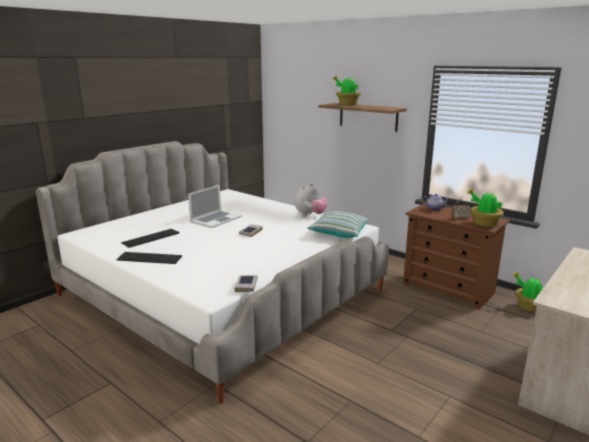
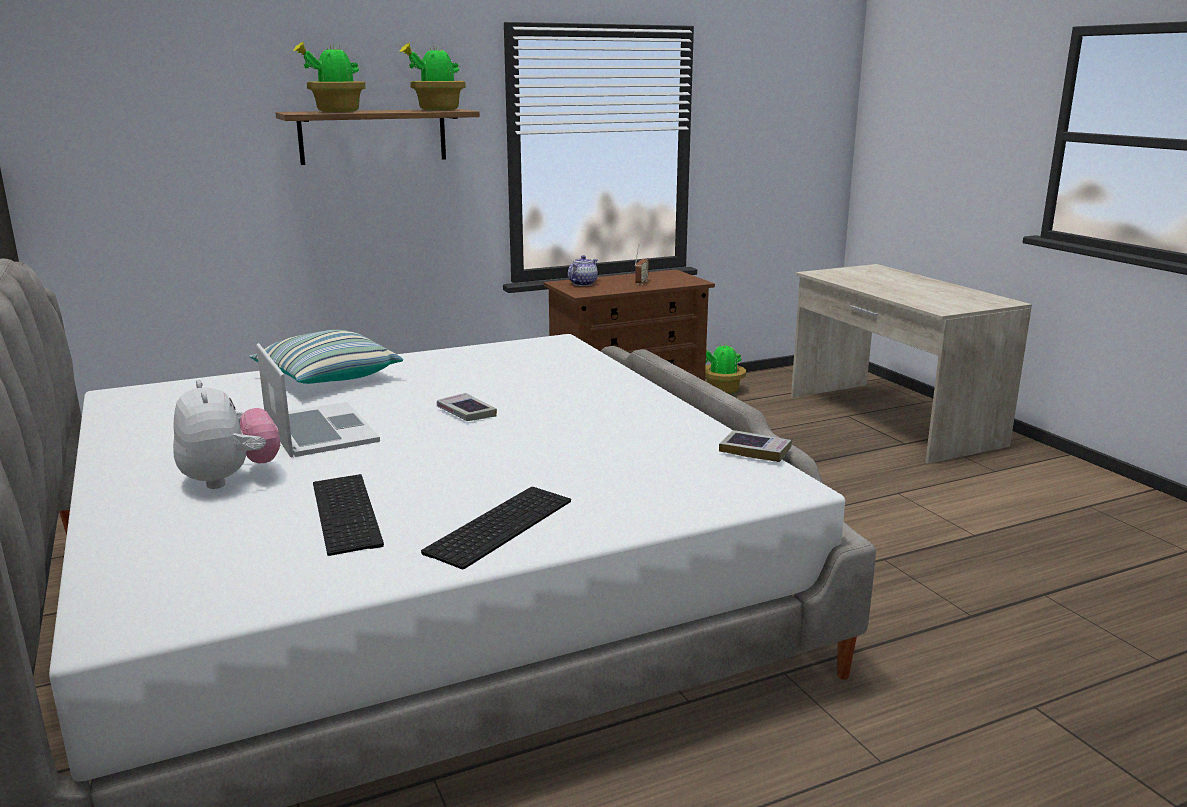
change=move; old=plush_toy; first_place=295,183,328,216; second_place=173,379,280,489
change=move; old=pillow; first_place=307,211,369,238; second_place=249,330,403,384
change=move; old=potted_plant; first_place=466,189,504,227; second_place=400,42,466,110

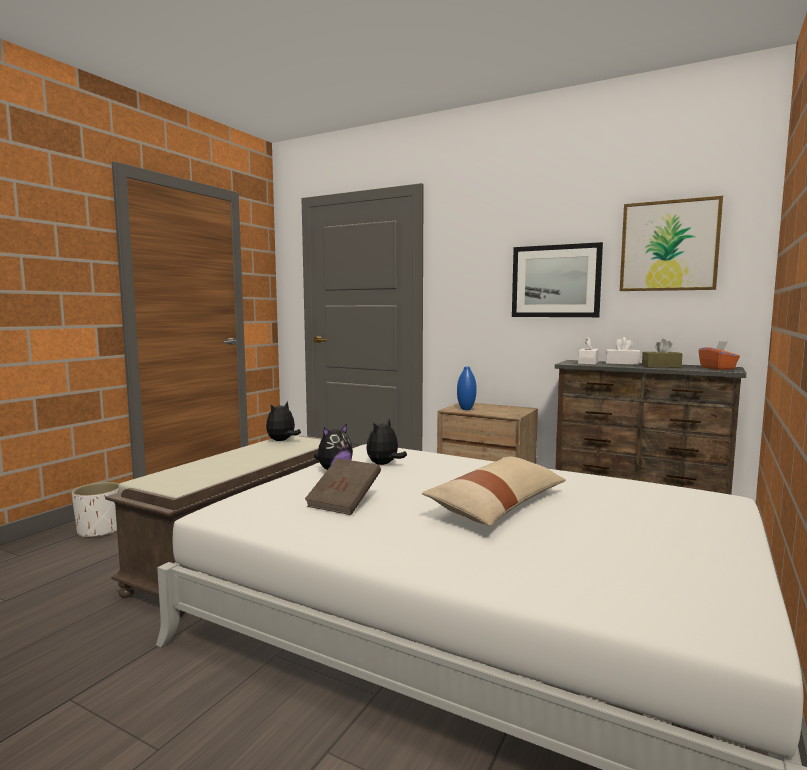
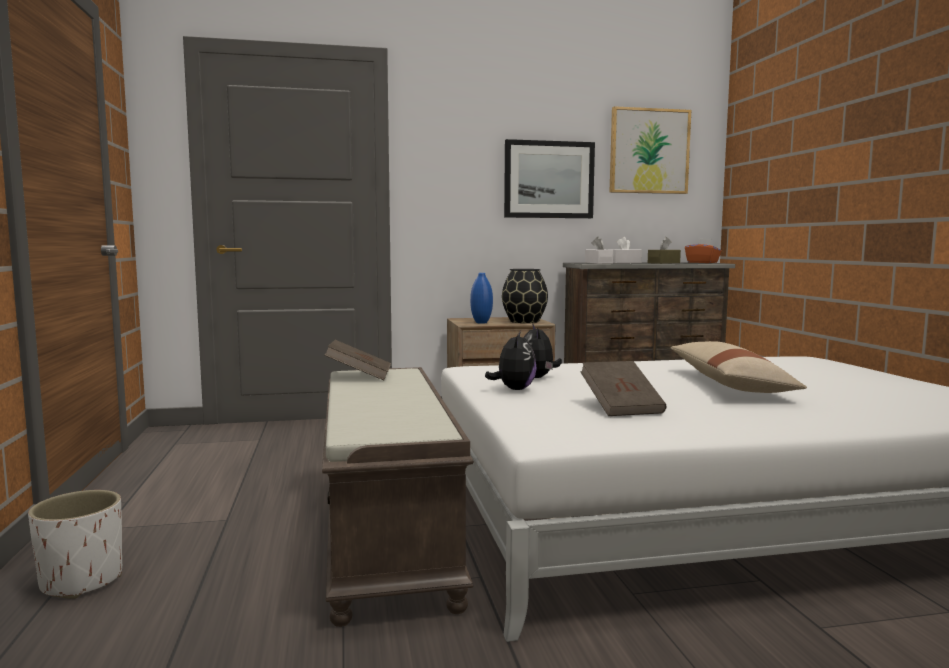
change=replace; old=plush_toy; new=brown_book; first_place=266,401,301,441; second_place=324,340,391,380
change=insert; new=black_vase; second_place=502,269,548,323

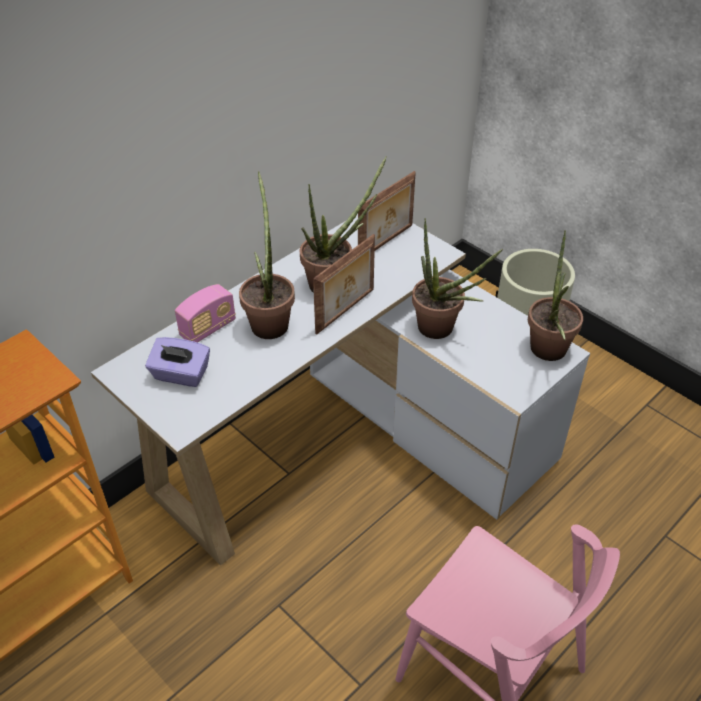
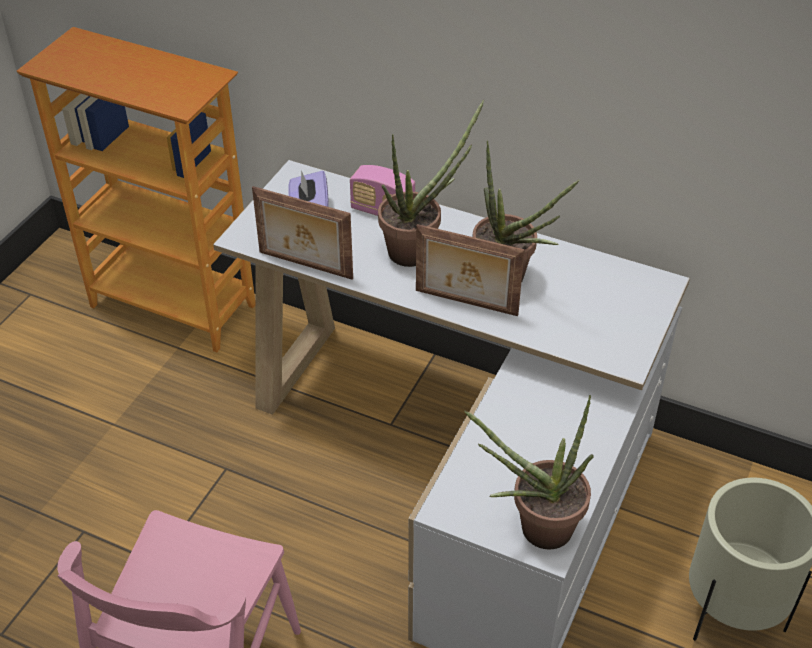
change=move; old=picture_frame; first_place=358,171,416,250; second_place=252,186,353,280
change=delete; old=potted_plant; first_place=412,218,503,339

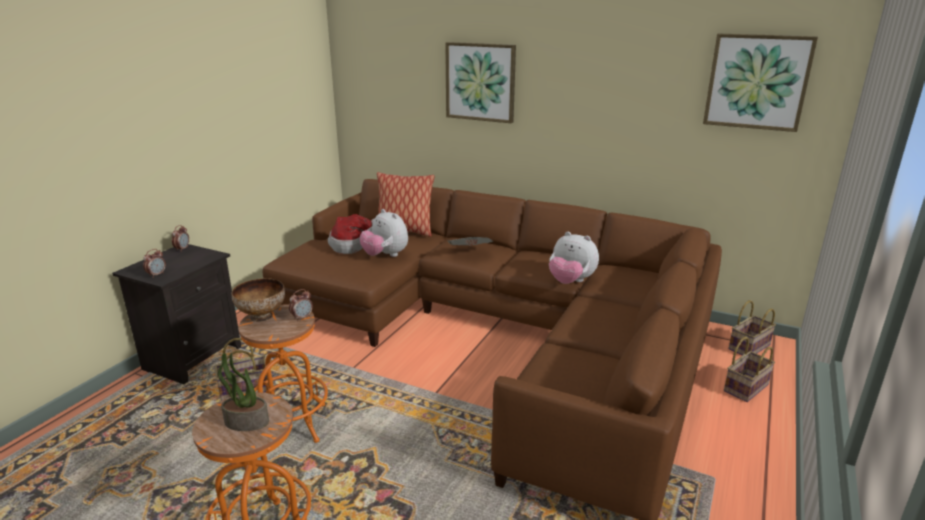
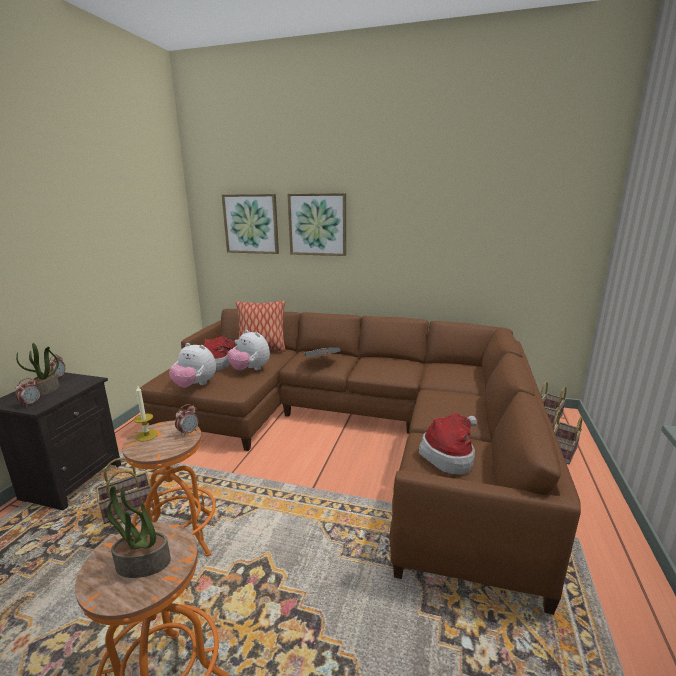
change=replace; old=bowl; new=candle; first_place=232,278,285,322; second_place=134,386,158,442
change=move; old=plush_toy; first_place=549,232,599,284; second_place=169,343,216,388
change=move; old=picture; first_place=703,34,818,132; second_place=222,194,279,254
change=insert; new=potted_plant; second_place=16,343,60,396
change=insert; new=hat; second_place=419,413,477,475

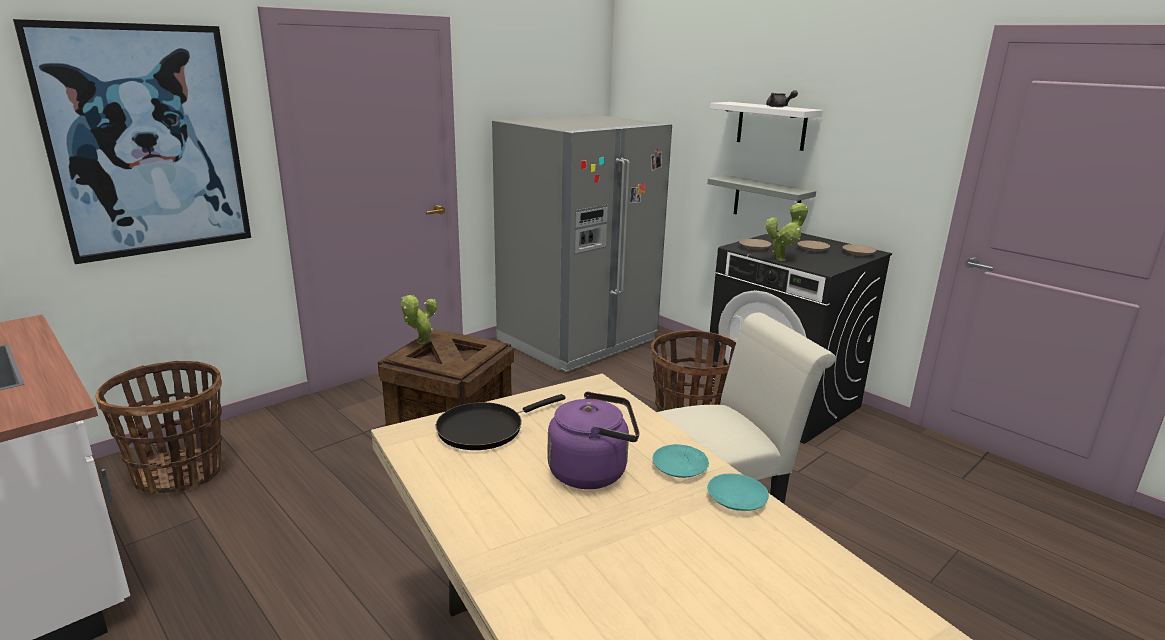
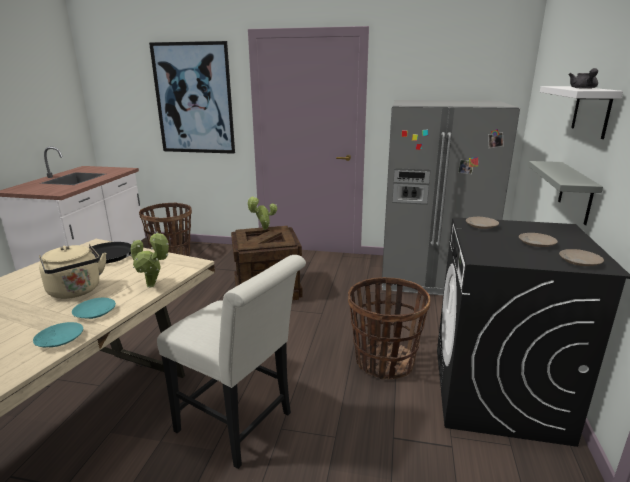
change=recolor; old=purple_kettle; new=beige_kettle; first_place=548,392,640,489; second_place=39,244,107,299
change=move; old=potted_plant; first_place=766,202,808,261; second_place=131,231,169,288

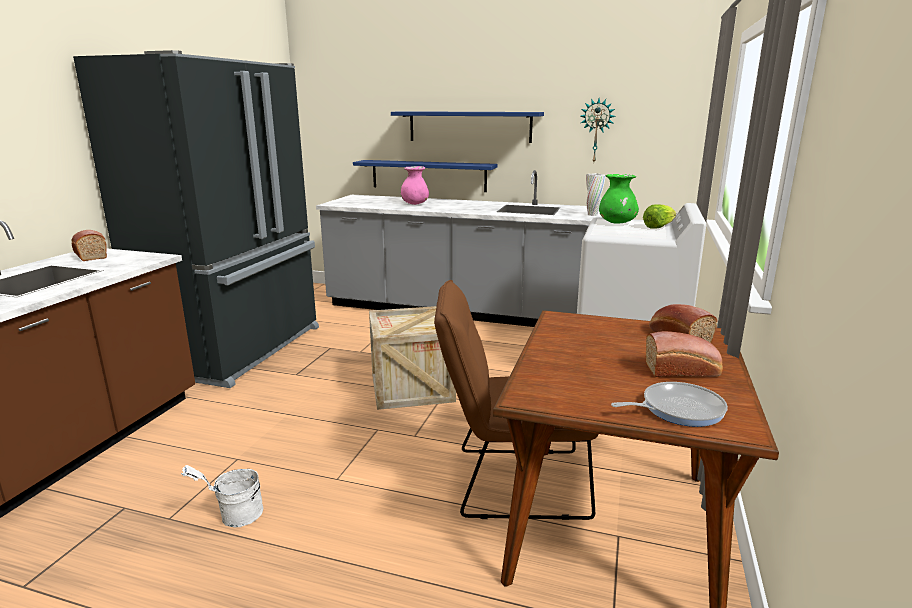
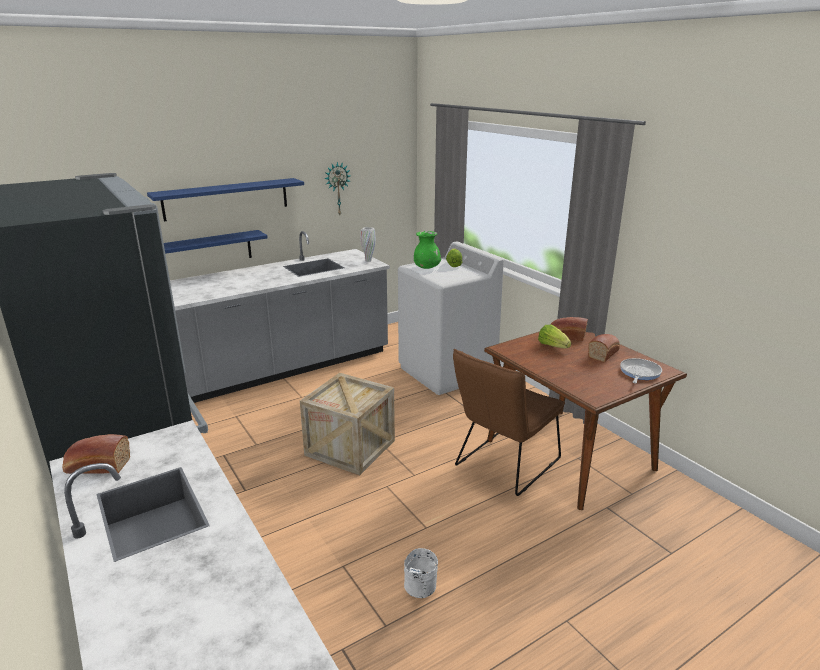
change=delete; old=pink_vase; first_place=401,166,429,205
change=insert; new=lettuce; second_place=538,325,571,348

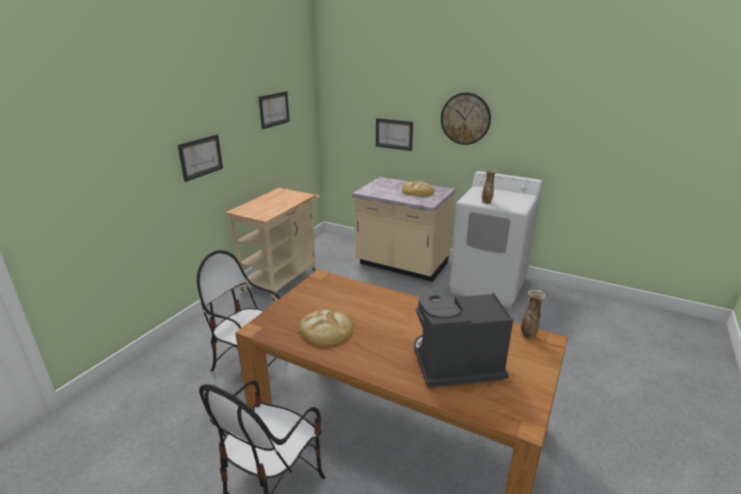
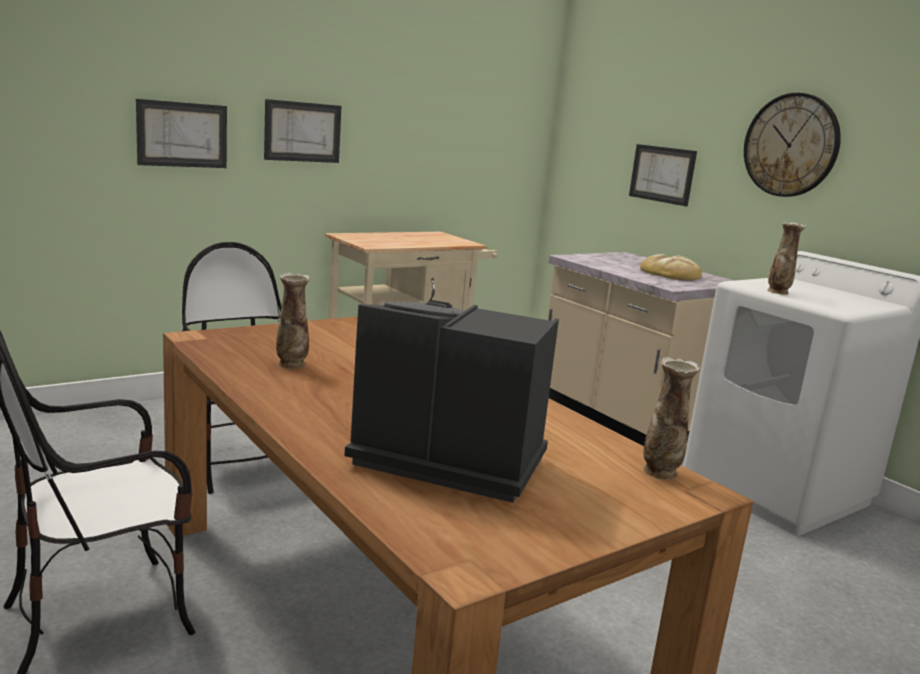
change=move; old=picture; first_place=259,91,290,129; second_place=136,99,227,168
change=replace; old=bread; new=vase; first_place=298,310,353,346; second_place=276,273,310,369

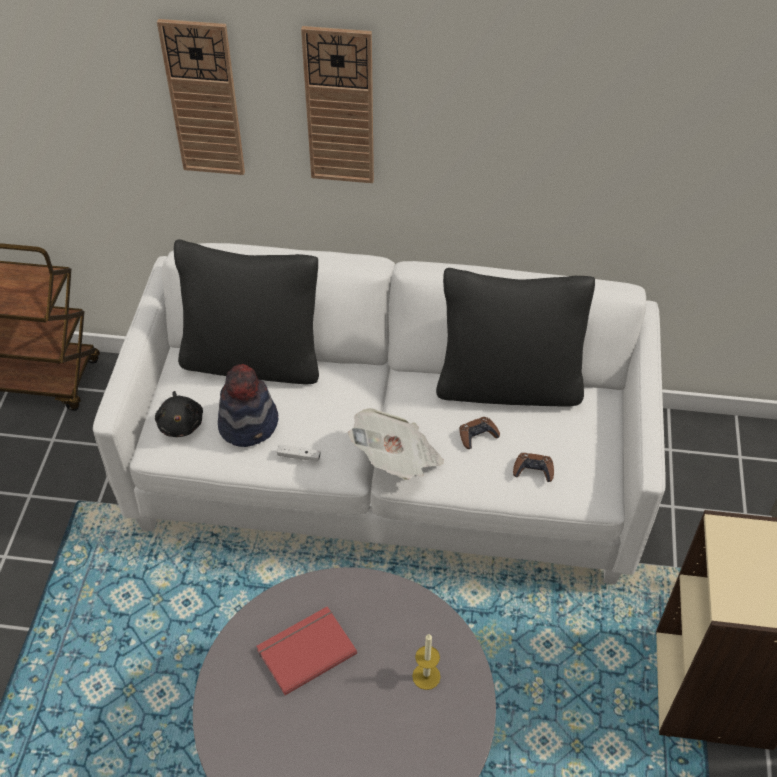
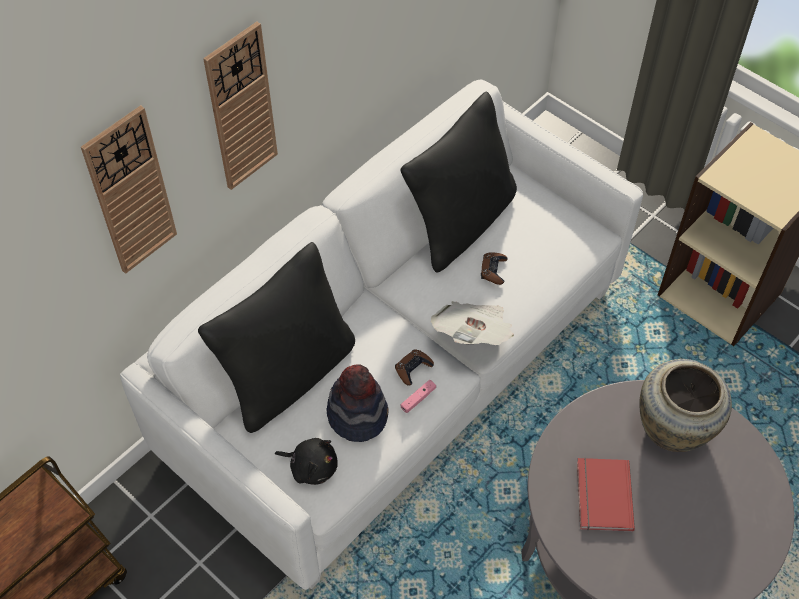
change=recolor; old=white_game_controller; new=pink_game_controller; first_place=277,444,321,461; second_place=401,380,436,413
change=replace; old=candle; new=beige_vase; first_place=412,634,441,690; second_place=639,359,732,452
change=move; old=brown_game_controller; first_place=513,453,554,482; second_place=395,349,434,386

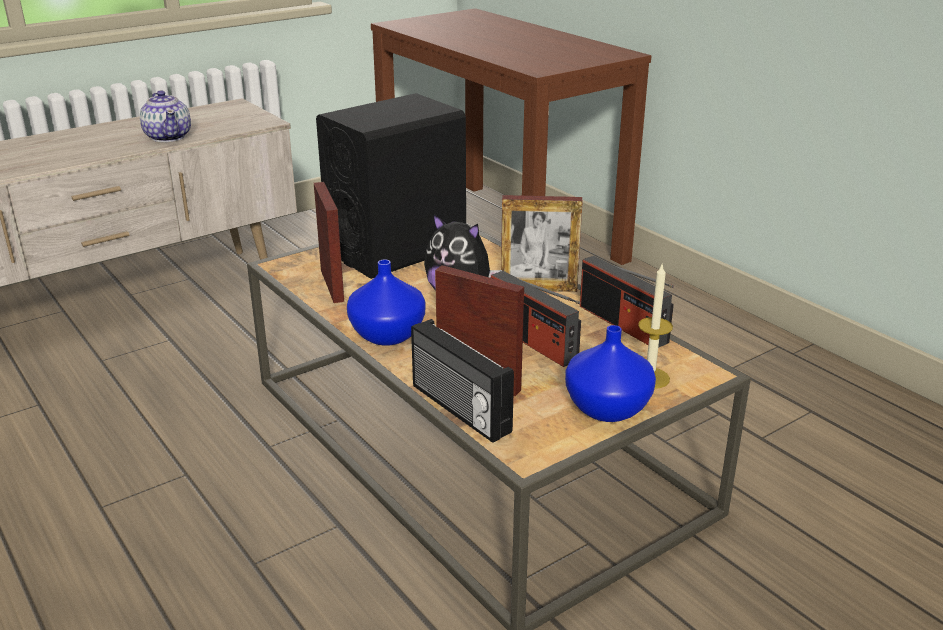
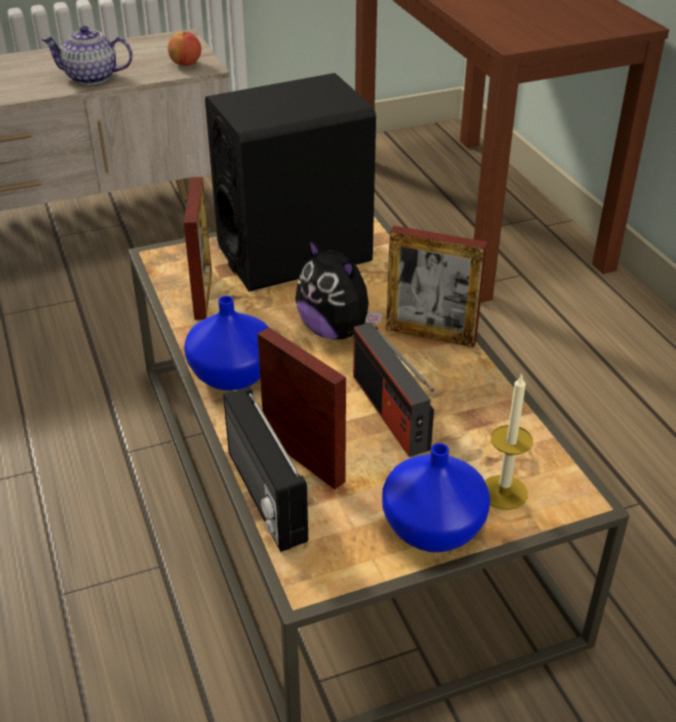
change=rotate; old=teapot; first_place=140,90,191,142; second_place=41,26,133,85; degrees=105
change=delete; old=radio; first_place=580,256,674,348
change=insert; new=apple; second_place=168,31,201,66

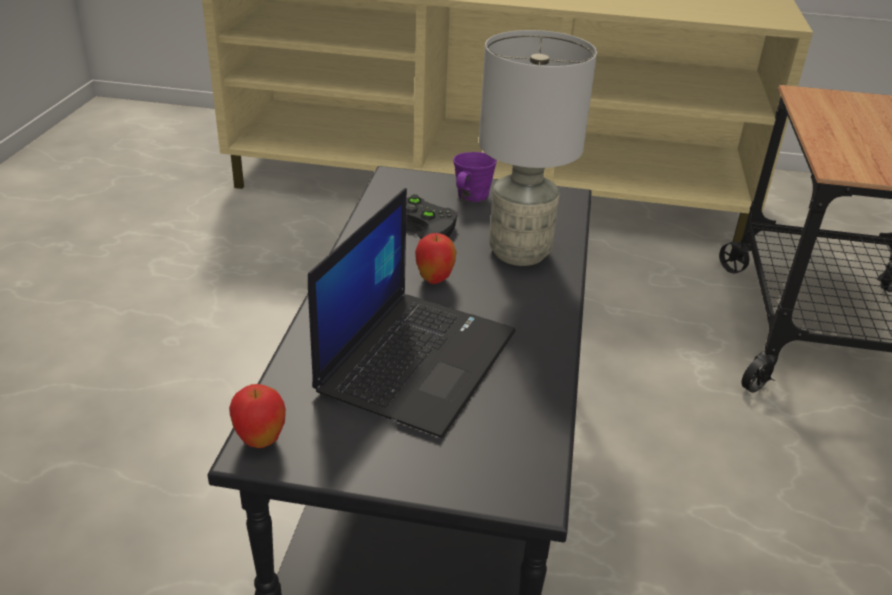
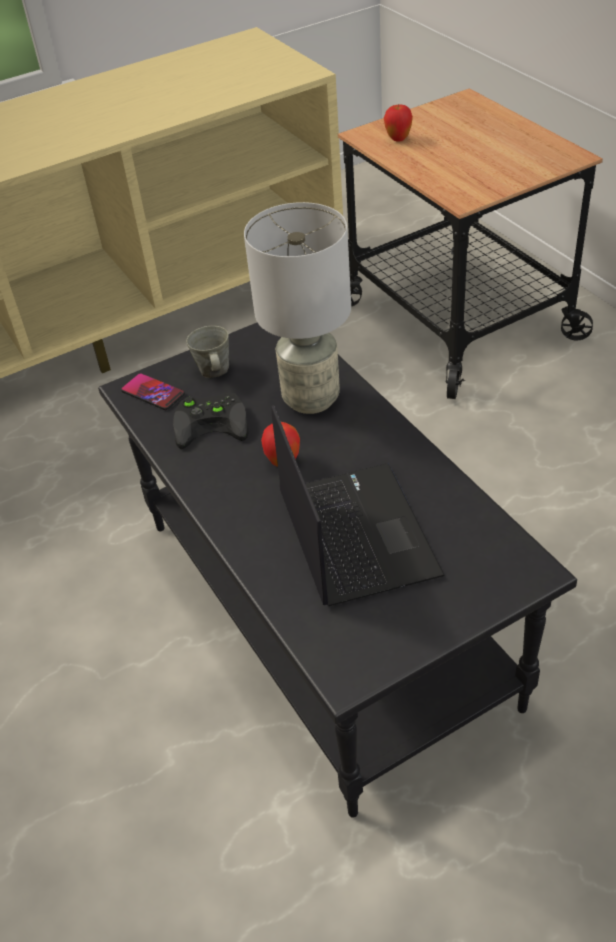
change=move; old=apple; first_place=229,384,286,448; second_place=384,104,413,141
change=recolor; old=purple_mug; new=grey_mug; first_place=453,152,497,202; second_place=186,326,229,378
change=insert; new=phone; second_place=121,373,185,410

